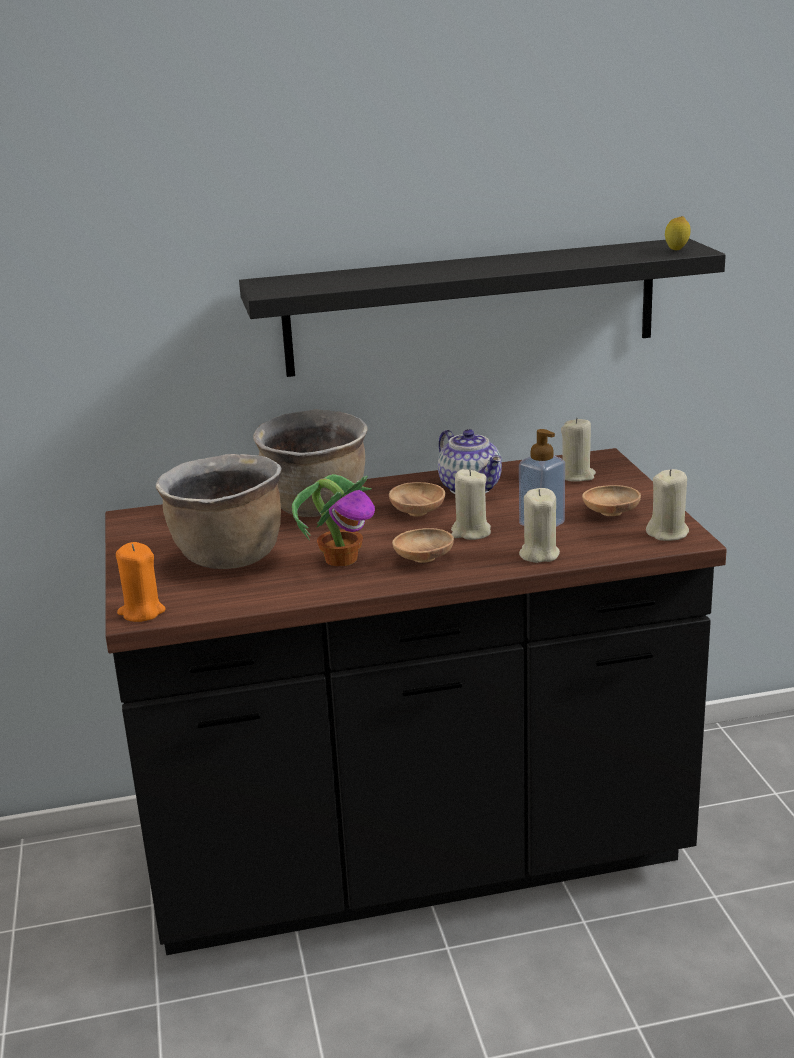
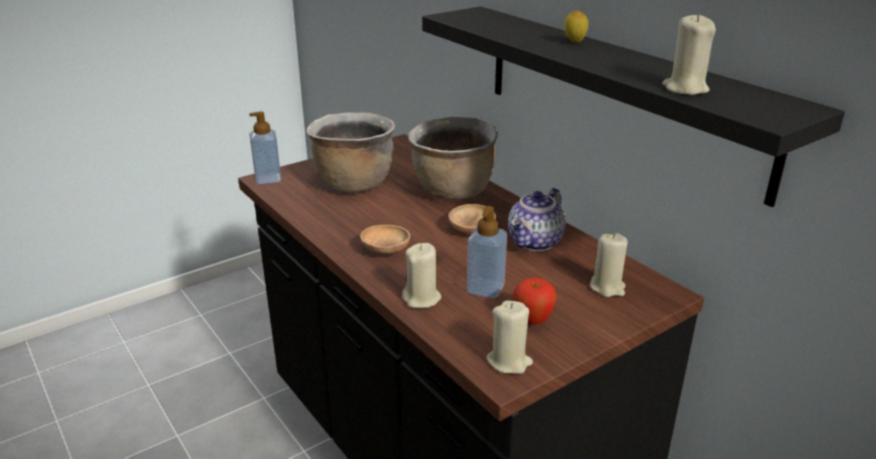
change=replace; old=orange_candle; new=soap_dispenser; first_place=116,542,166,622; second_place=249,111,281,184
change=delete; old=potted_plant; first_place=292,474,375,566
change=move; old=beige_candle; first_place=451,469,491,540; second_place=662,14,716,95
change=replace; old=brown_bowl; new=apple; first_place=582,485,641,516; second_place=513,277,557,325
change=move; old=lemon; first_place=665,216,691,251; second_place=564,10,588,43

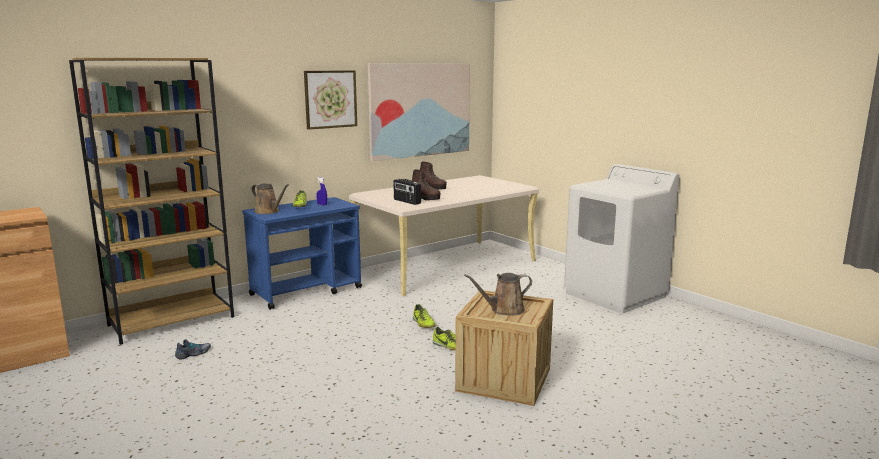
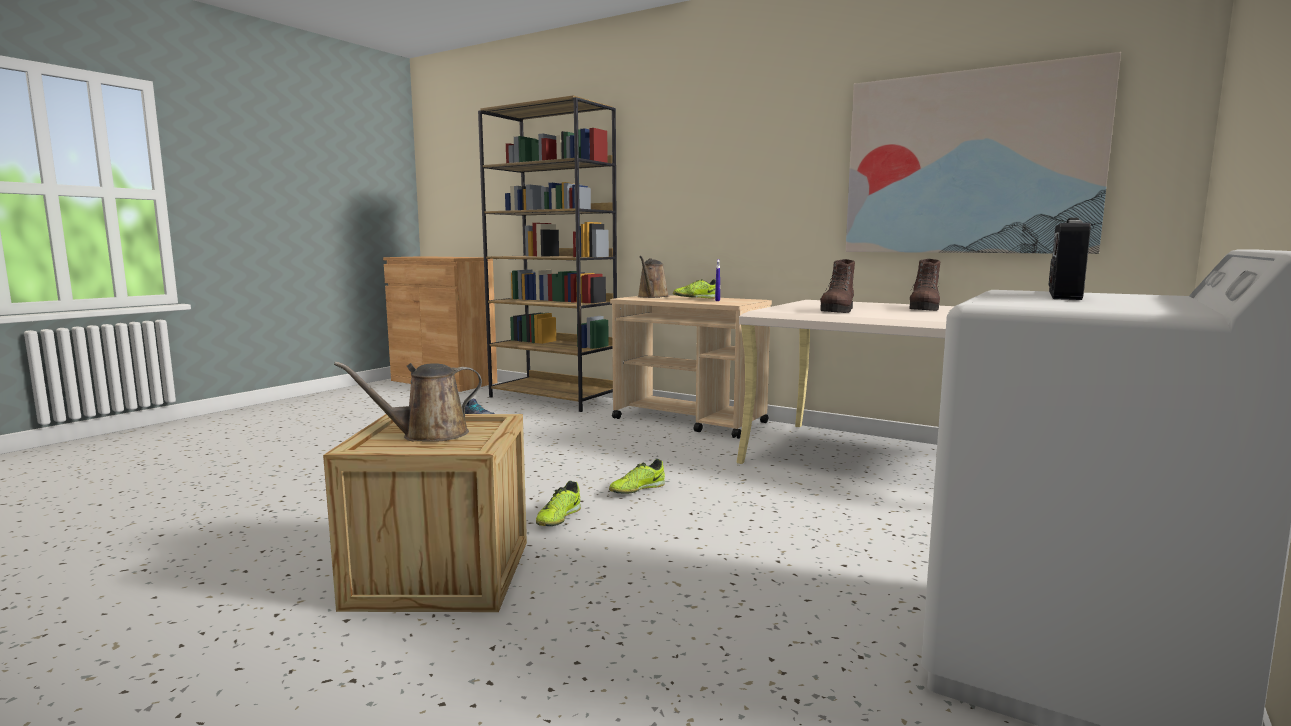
change=recolor; old=blue_cart; new=beige_cart; first_place=242,197,362,310; second_place=610,295,772,439
change=delete; old=picture; first_place=304,70,357,130
change=move; old=radio; first_place=393,179,421,205; second_place=1049,218,1091,300
change=rotate; old=brown_watering_can; first_place=464,273,532,315; second_place=334,362,482,442; degrees=-75

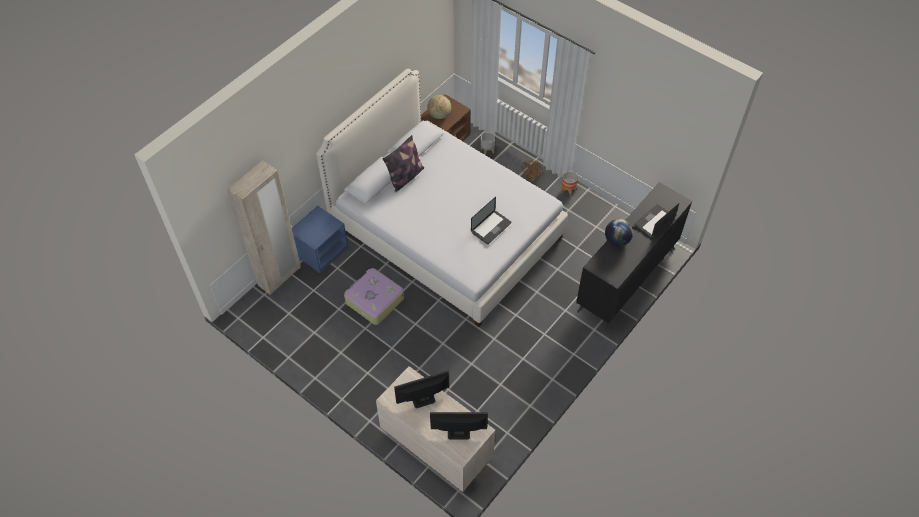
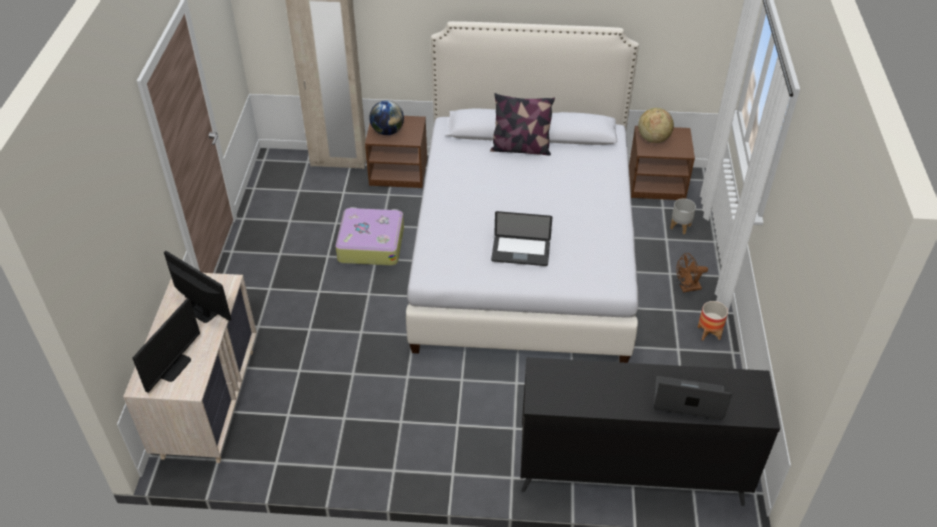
change=recolor; old=blue_nightstand; new=brown_nightstand; first_place=292,206,348,273; second_place=365,116,427,188
change=rotate; old=monitor; first_place=430,412,488,440; second_place=132,298,200,392; degrees=60
change=move; old=globe; first_place=605,219,633,247; second_place=369,100,404,135

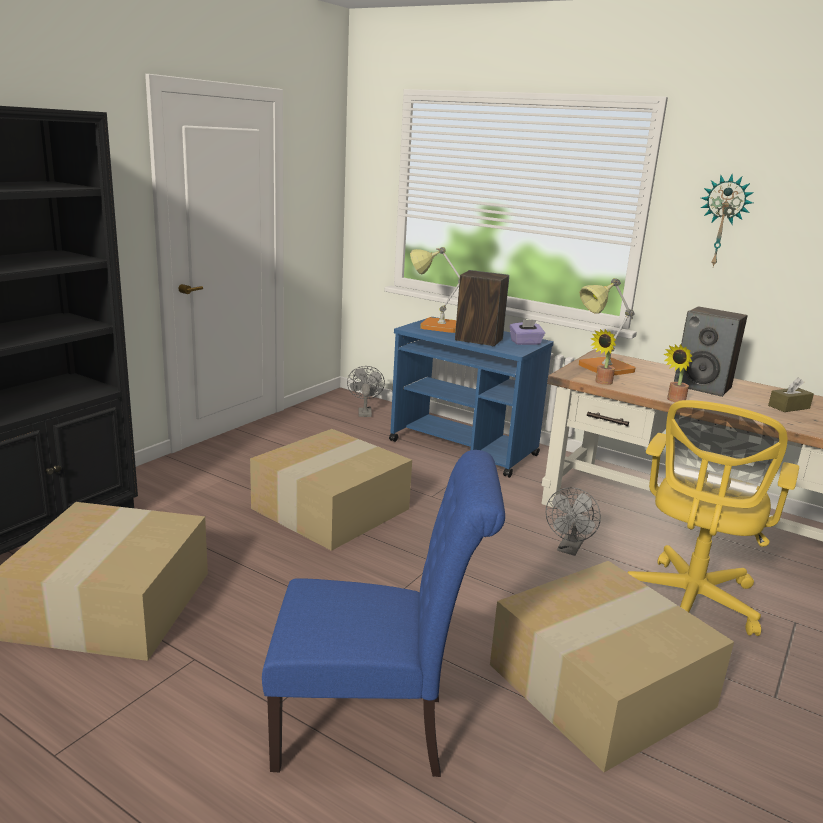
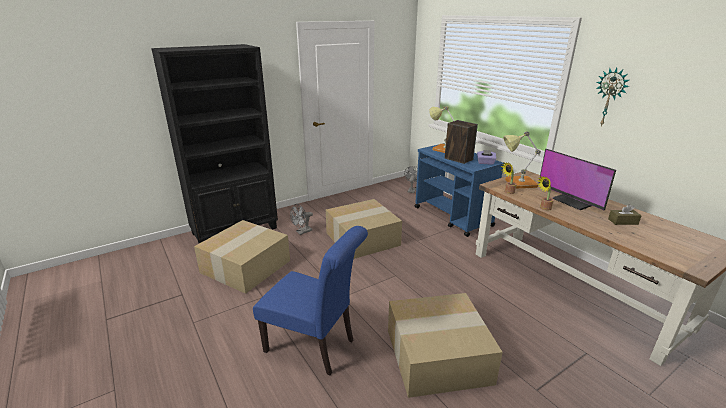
change=move; old=grey_fan; first_place=546,487,601,556; second_place=290,204,313,235
change=delete; old=yellow_office_chair; first_place=627,400,799,636
change=replace; old=speaker; new=monitor; first_place=674,307,748,397; second_place=538,149,616,210

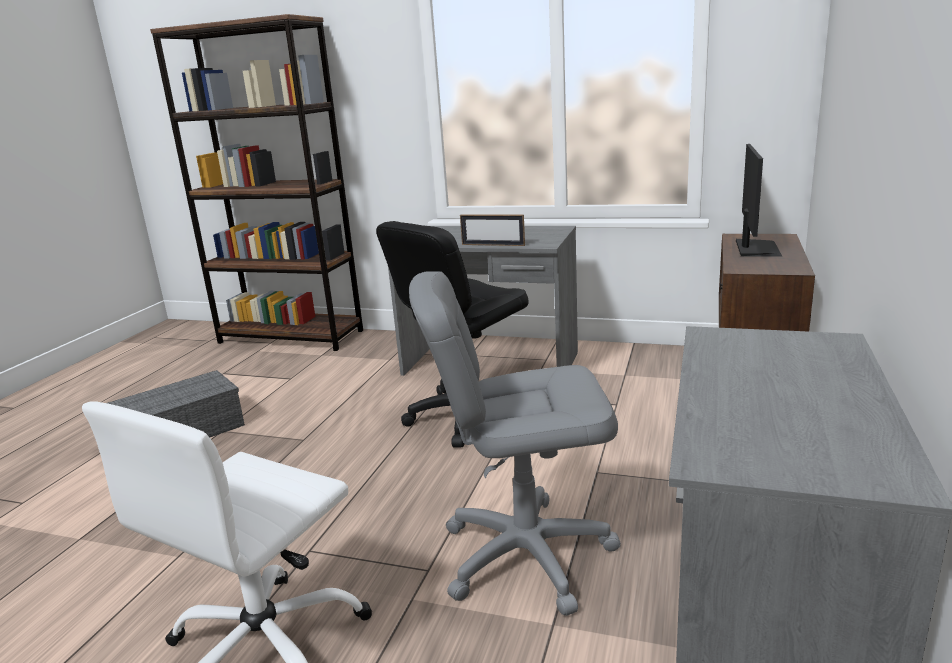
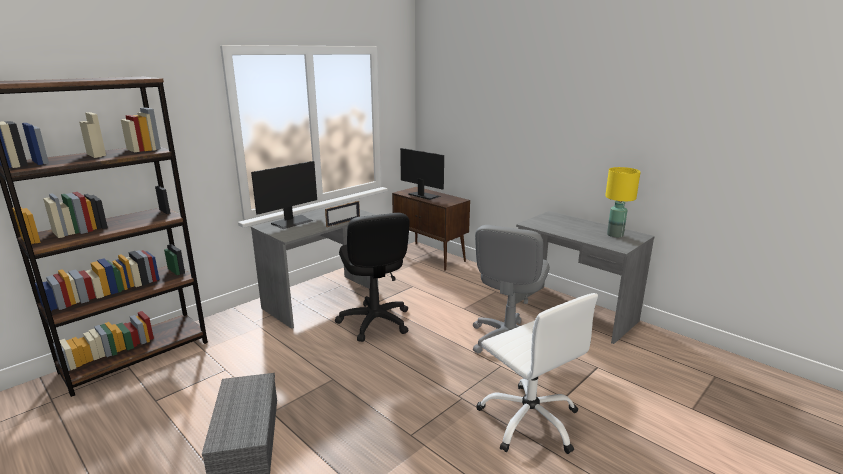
change=insert; new=monitor; second_place=251,161,317,229
change=insert; new=yellow_table_lamp; second_place=605,167,641,237

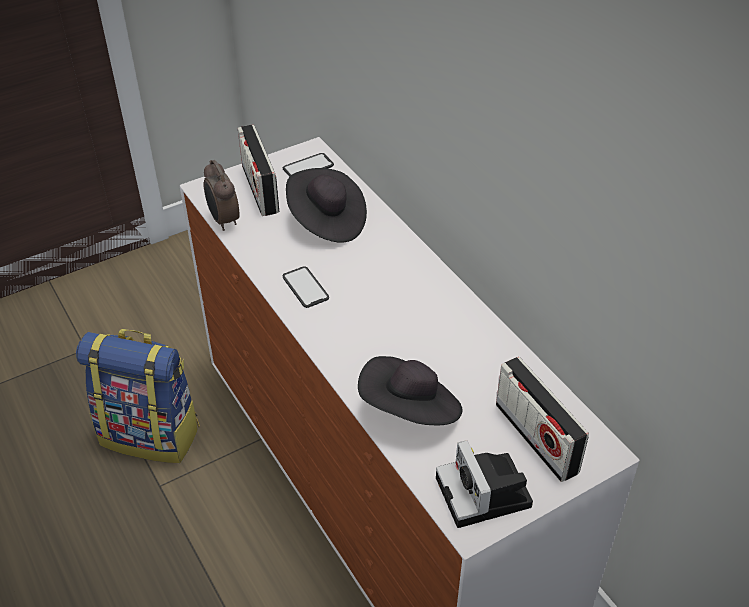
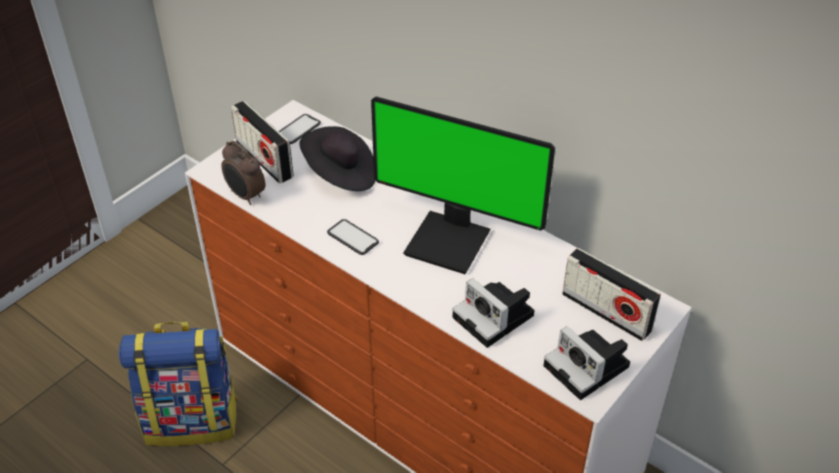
change=replace; old=black_hat; new=photo_camera; first_place=358,356,462,426; second_place=453,278,534,348
change=insert; new=monitor; second_place=371,97,555,274

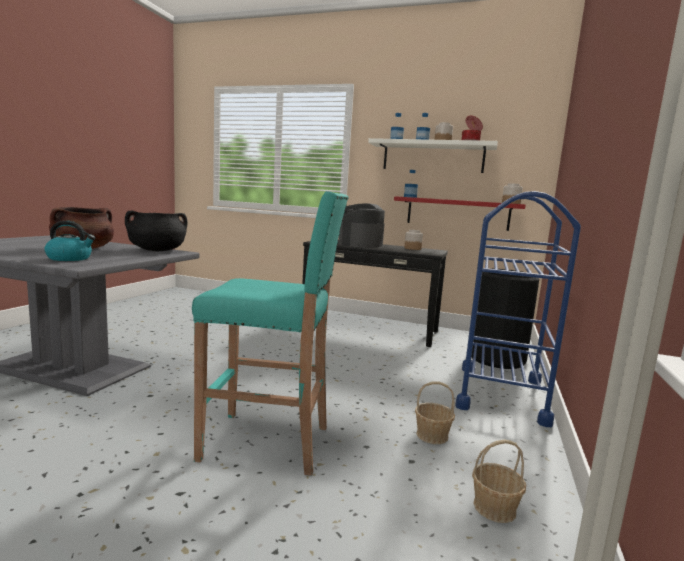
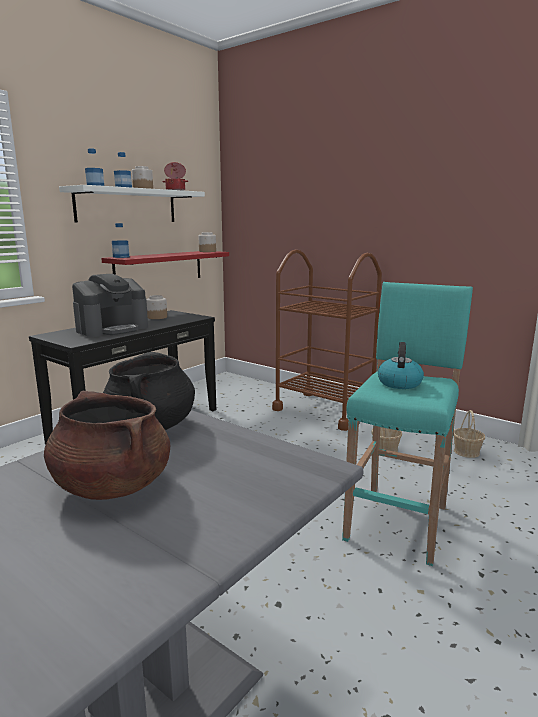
change=move; old=kettle; first_place=44,221,95,261; second_place=378,342,424,389
change=rotate; old=coffee_machine; first_place=338,203,385,248; second_place=72,274,148,337; degrees=-90
change=recolor; old=blue_cart; new=brown_cart; first_place=455,191,581,427; second_place=272,249,382,431
change=delete; old=black_trash_can; first_place=471,268,539,369

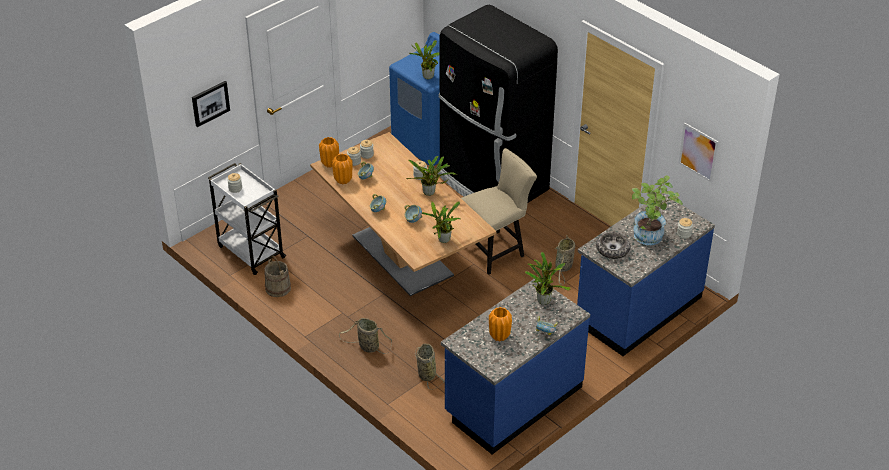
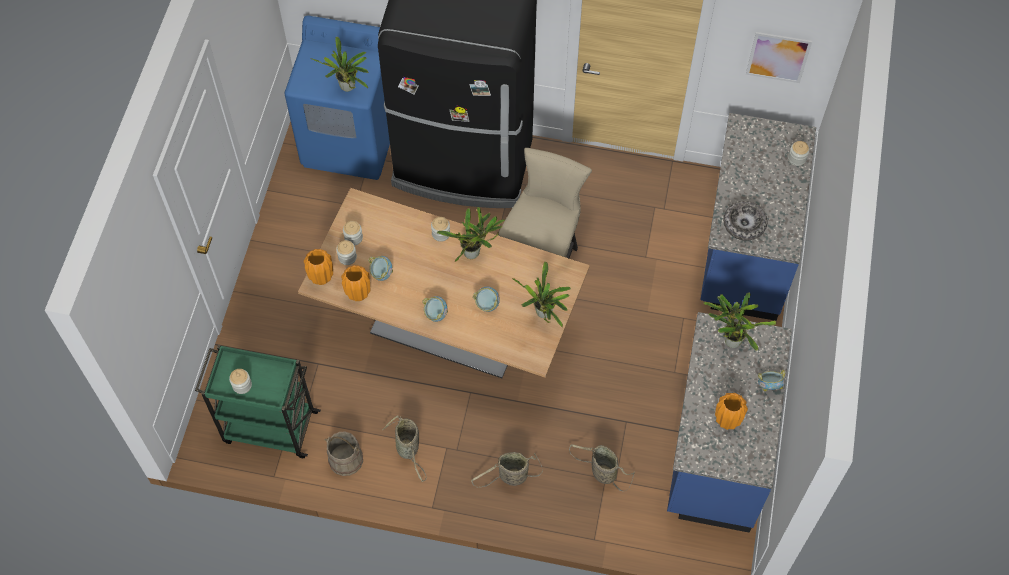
change=delete; old=picture; first_place=192,81,230,127
change=recolor; old=white_cart; new=green_cart; first_place=208,163,286,275; second_place=195,345,321,458
change=move; old=basket; first_place=555,235,575,285; second_place=382,416,427,482
change=delete; old=potted_plant; first_place=632,175,683,245

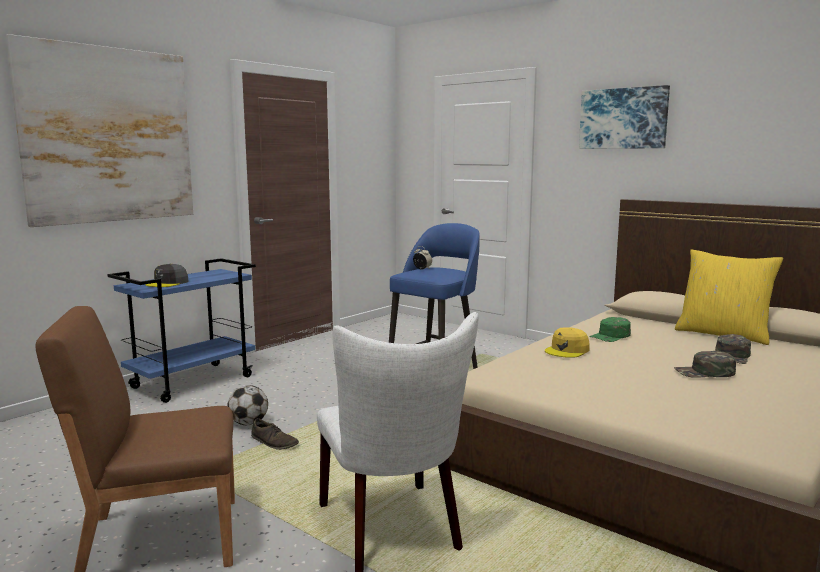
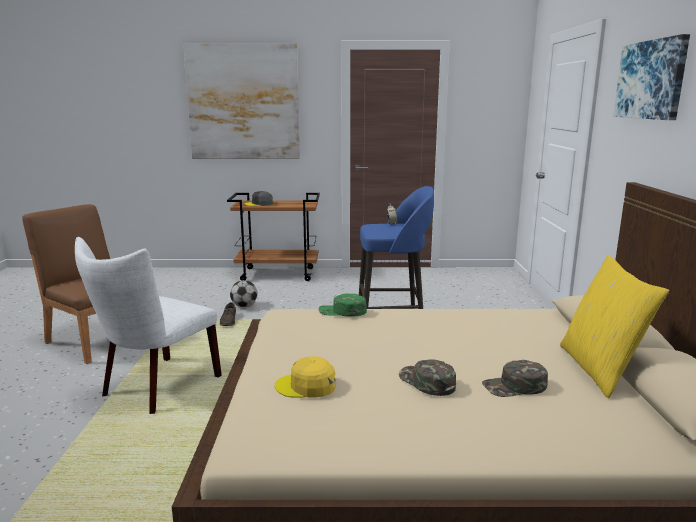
change=recolor; old=blue_cart; new=brown_cart; first_place=107,258,256,403; second_place=227,193,320,281
change=move; old=yellow_cap; first_place=545,327,590,358; second_place=275,356,336,398
change=move; old=green_cap; first_place=589,317,631,342; second_place=319,294,367,317

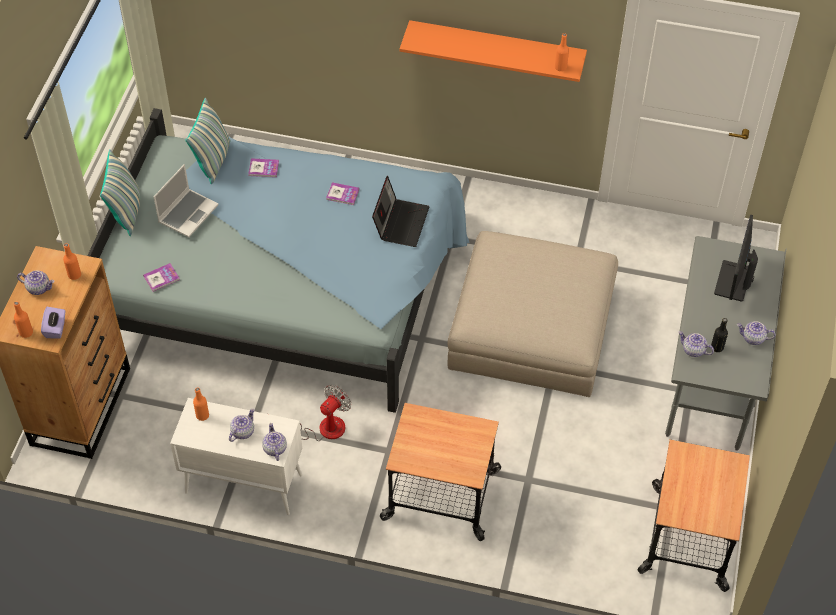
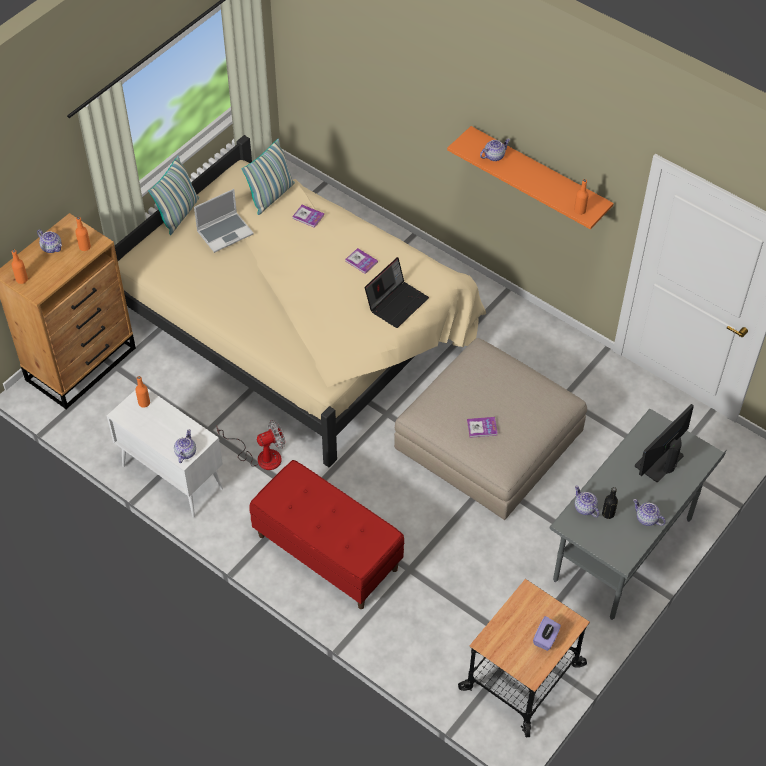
change=move; old=purple_tissue_box; first_place=41,307,66,339; second_place=533,616,561,651
change=recolor; old=blue_bed; new=beige_bed; first_place=87,108,470,413; second_place=115,135,486,467
change=move; old=book; first_place=143,263,180,292; second_place=467,417,498,438
change=move; old=teapot; first_place=229,408,254,442; second_place=480,139,510,161
change=replace; old=cart; new=red_bench; first_place=380,403,501,541; second_place=250,460,404,609

